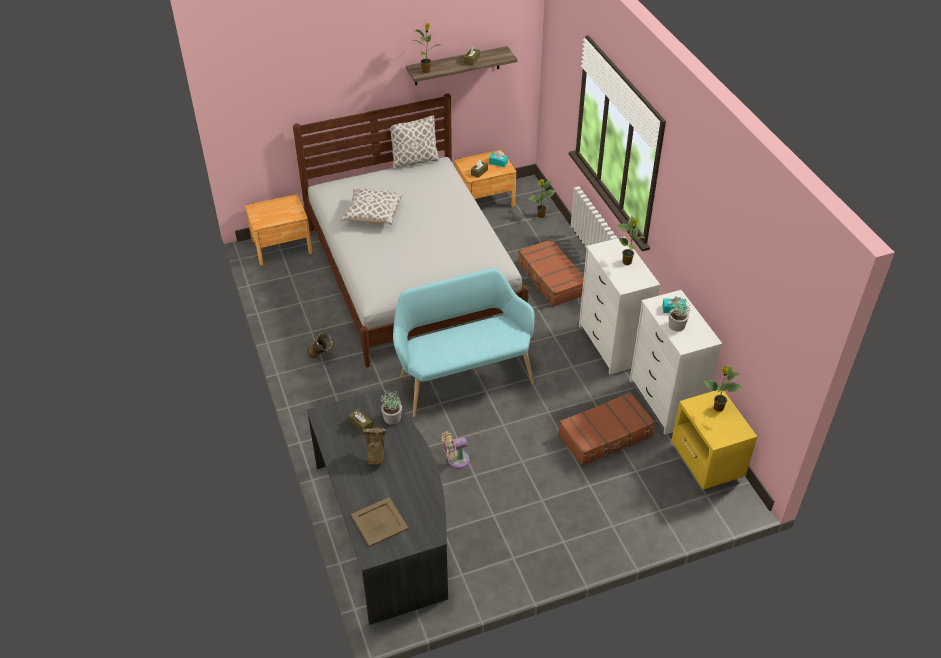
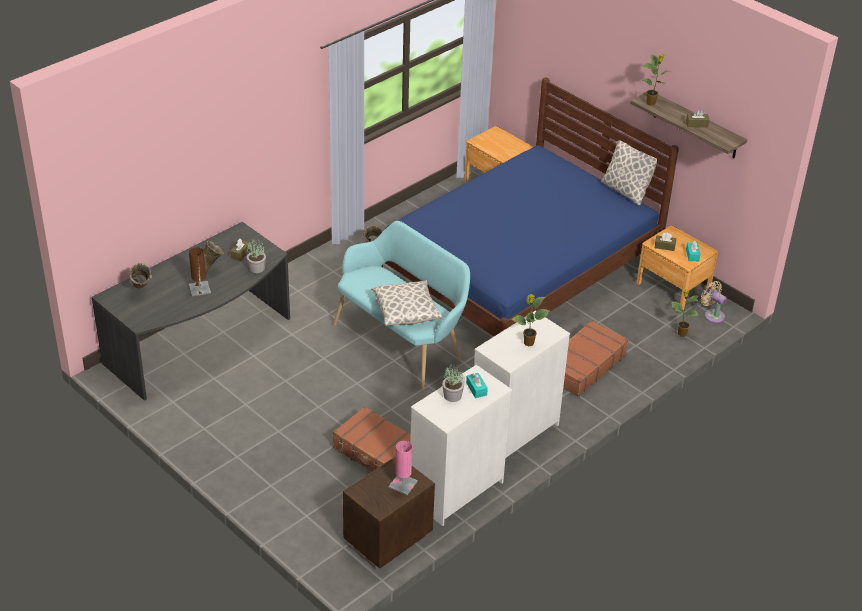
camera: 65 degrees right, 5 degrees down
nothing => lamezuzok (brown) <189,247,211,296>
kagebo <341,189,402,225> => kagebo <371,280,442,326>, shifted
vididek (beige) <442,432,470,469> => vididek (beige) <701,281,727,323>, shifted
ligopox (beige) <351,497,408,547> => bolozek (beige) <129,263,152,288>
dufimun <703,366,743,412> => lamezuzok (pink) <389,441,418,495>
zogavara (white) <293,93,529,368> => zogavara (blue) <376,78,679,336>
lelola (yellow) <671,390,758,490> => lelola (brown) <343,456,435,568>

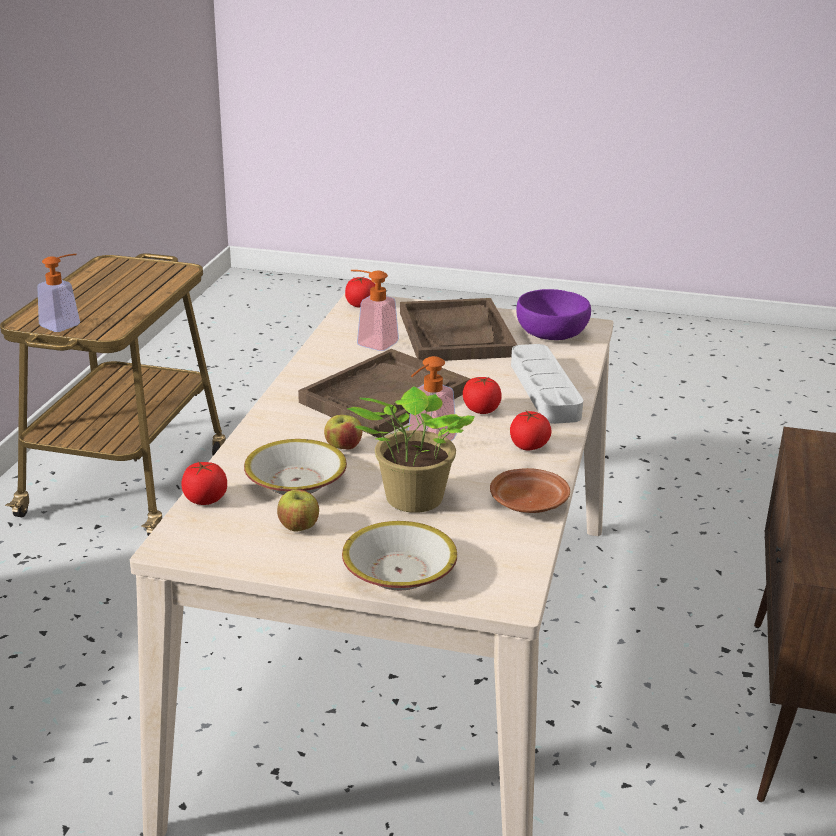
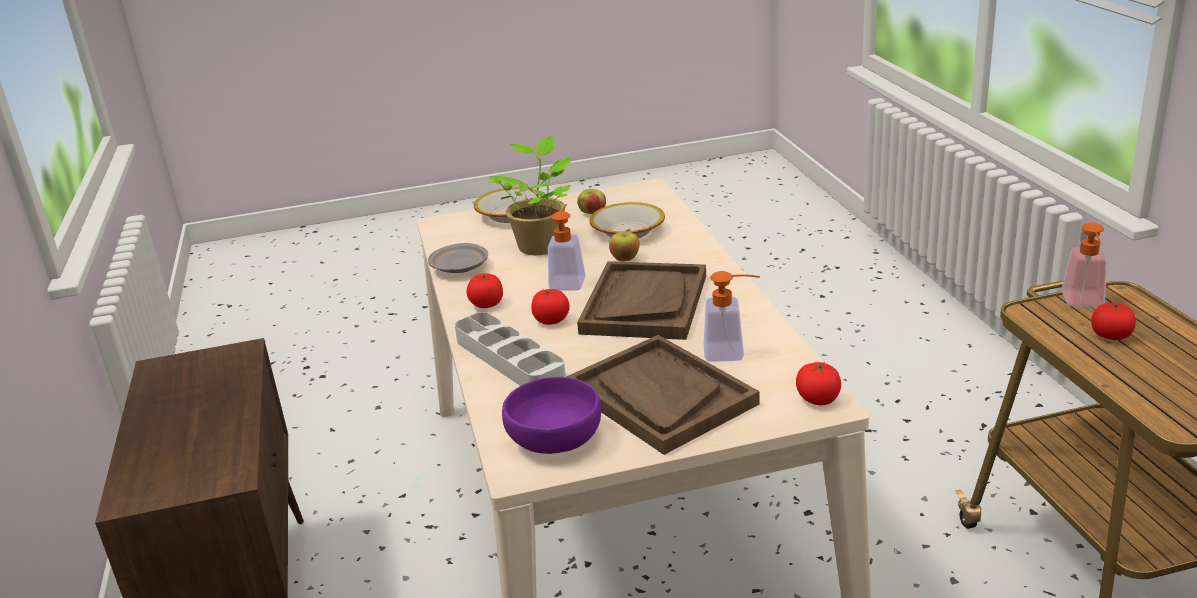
camera: 155 degrees right, 0 degrees up
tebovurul <181,462,227,505> => tebovurul <1091,302,1136,340>, shifted
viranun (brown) <490,468,570,513> => viranun (grey) <428,243,488,273>

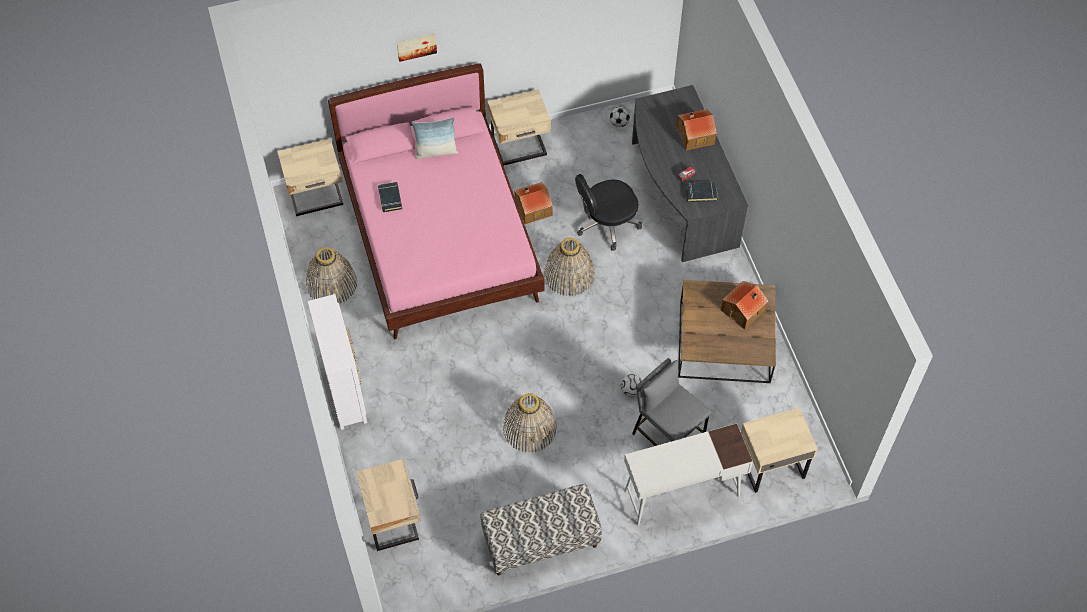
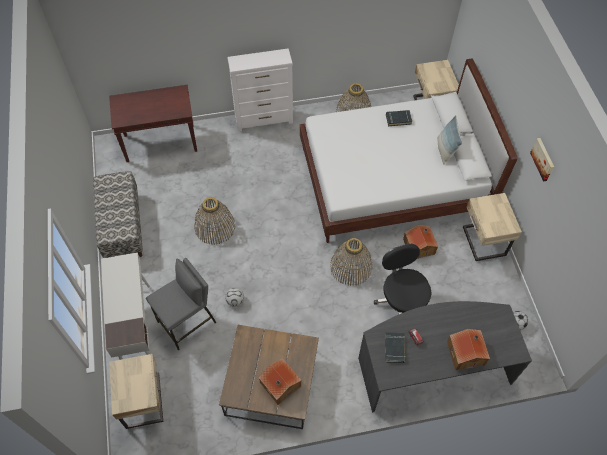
camera: 95 degrees right, 0 degrees up
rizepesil <397,33,437,62> => rizepesil <530,138,554,182>, shifted
lelola (beige) <356,459,421,551> => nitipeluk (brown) <109,85,197,162>
zogavara (pink) <328,63,544,339> => zogavara (white) <300,58,517,243>

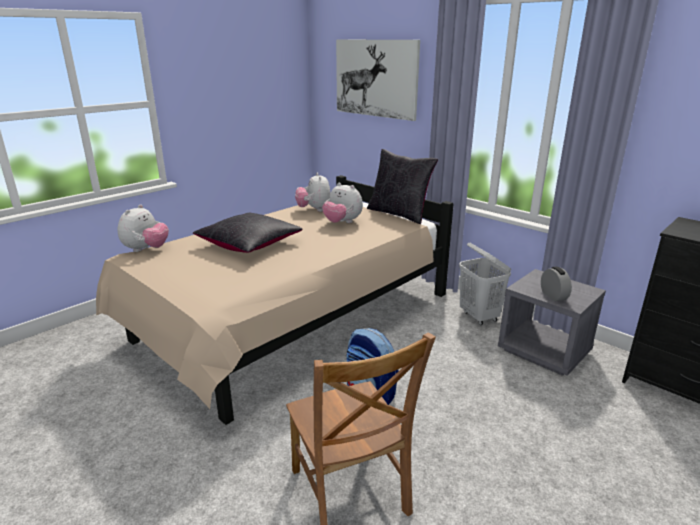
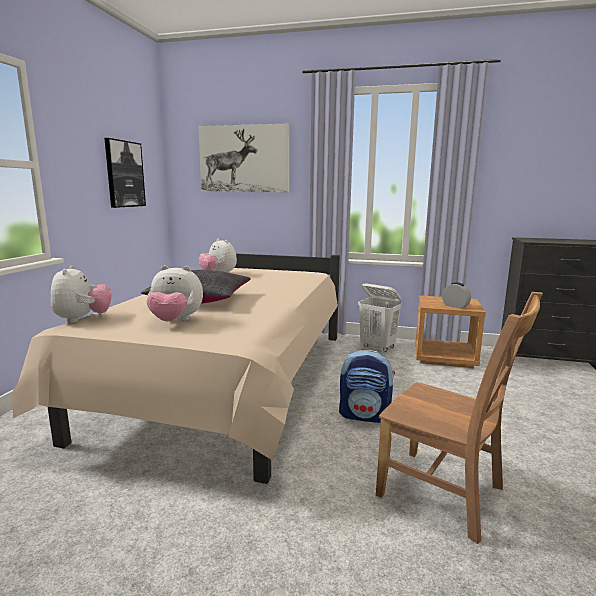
camera: 30 degrees left, 10 degrees down
kagebo (black) <367,149,438,224> => nothing
nothing => rizepesil <104,138,146,208>
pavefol <322,183,363,223> => pavefol <146,265,203,321>, shifted
lelola (grey) <498,269,606,376> => lelola (brown) <415,295,486,368>

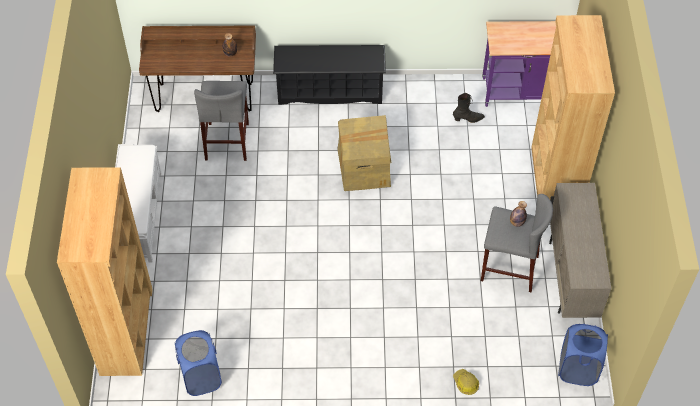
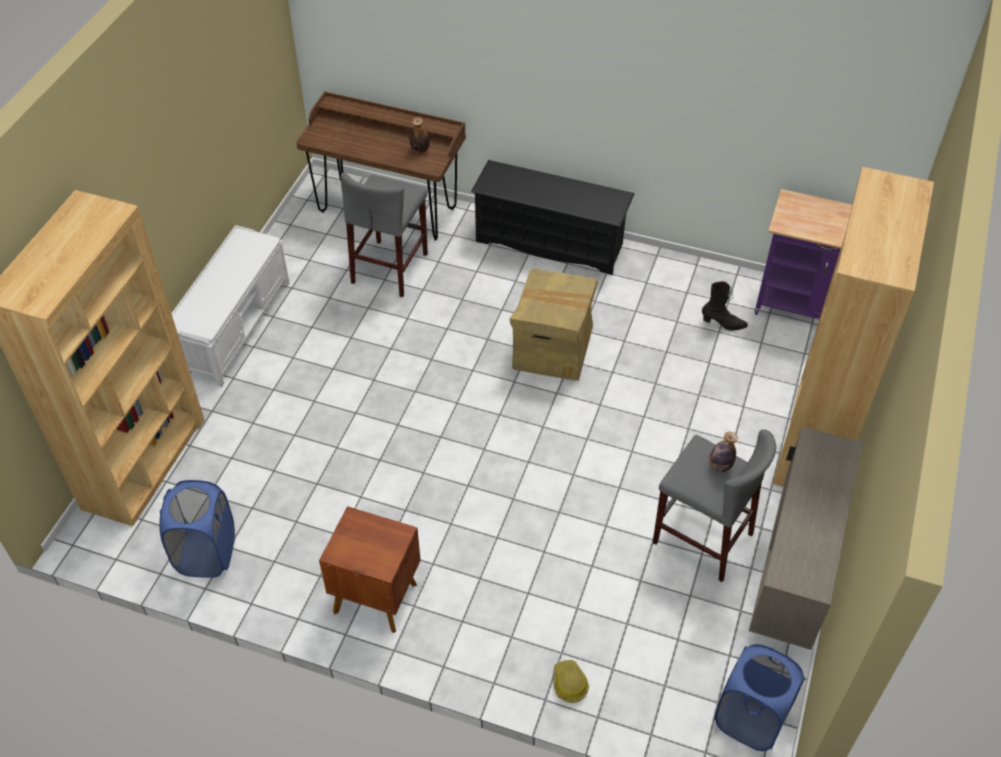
camera: 20 degrees right, 5 degrees down
nothing => lelola (brown) <319,506,421,633>

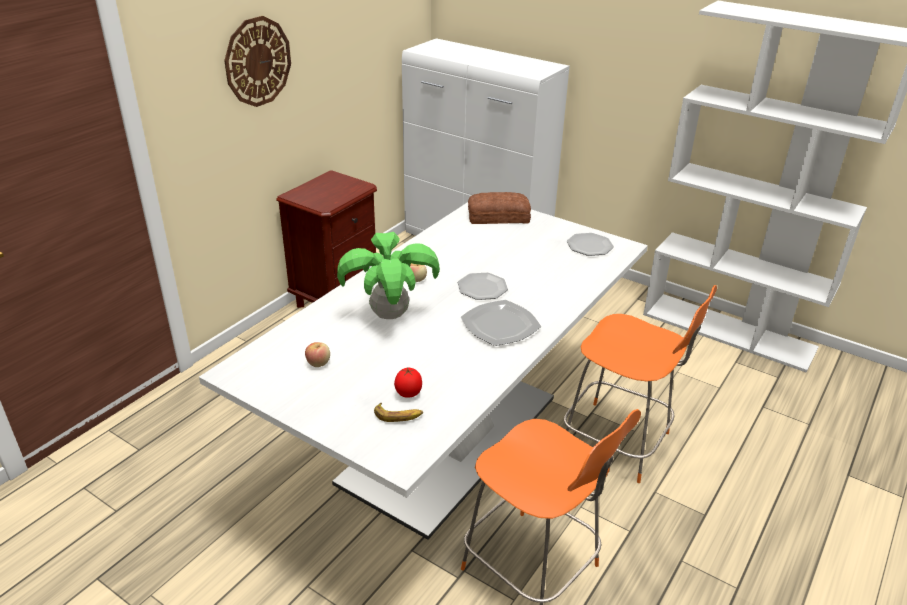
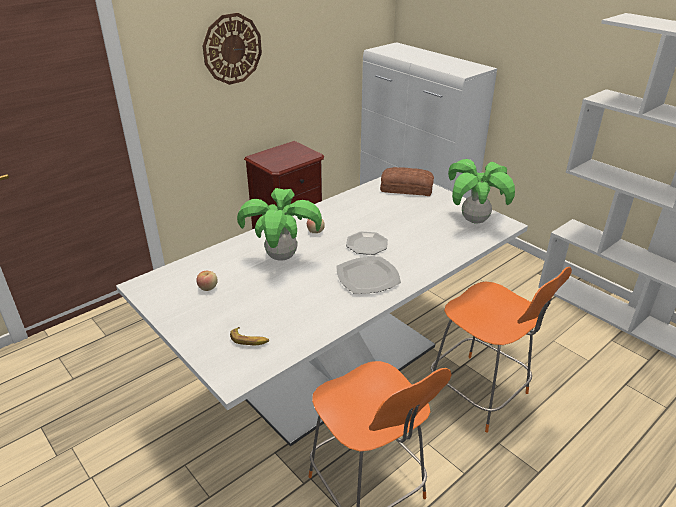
camera: 15 degrees right, 0 degrees up
tebovurul <394,367,422,398> => nothing
viranun <567,233,614,256> => dufimun <448,159,515,224>

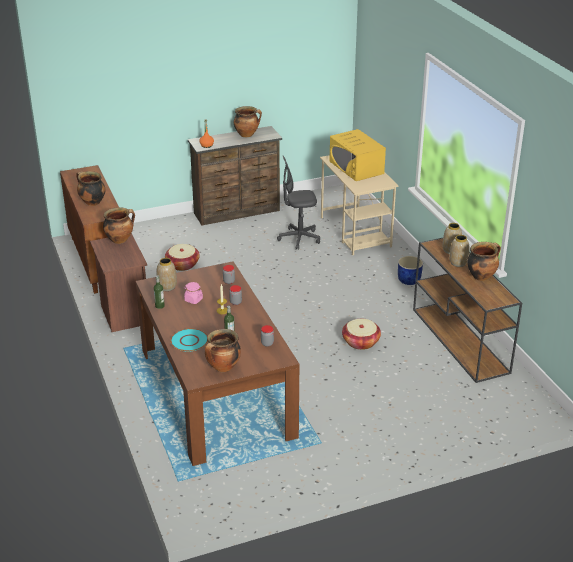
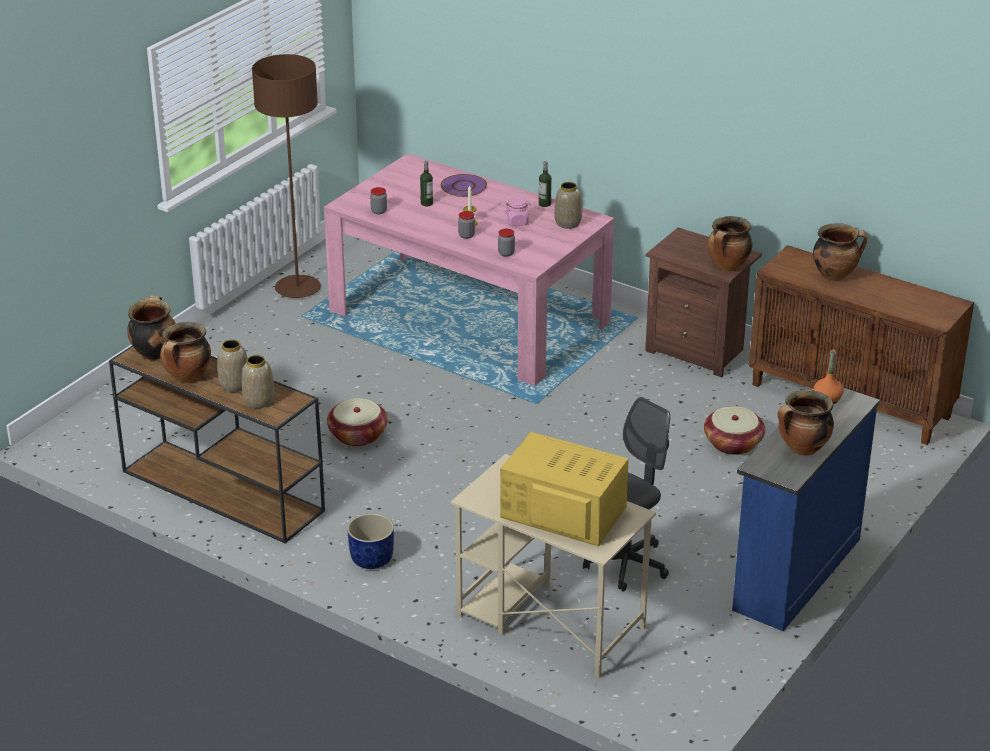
camera: 145 degrees right, 0 degrees up
nothing => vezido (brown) <252,54,321,298>
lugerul <205,329,241,372> => lugerul <127,295,176,360>, shifted
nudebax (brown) <136,261,299,466> => nudebax (pink) <324,153,614,386>
viranun (turquoise) <171,329,208,352> => viranun (purple) <440,174,487,197>
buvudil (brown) <188,126,282,226> => buvudil (blue) <732,387,880,631>

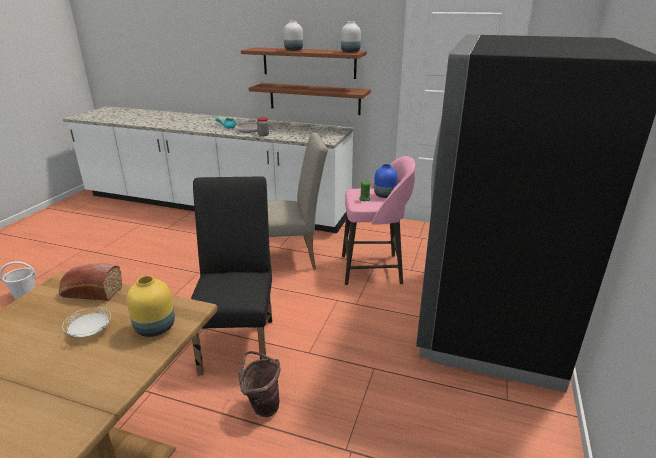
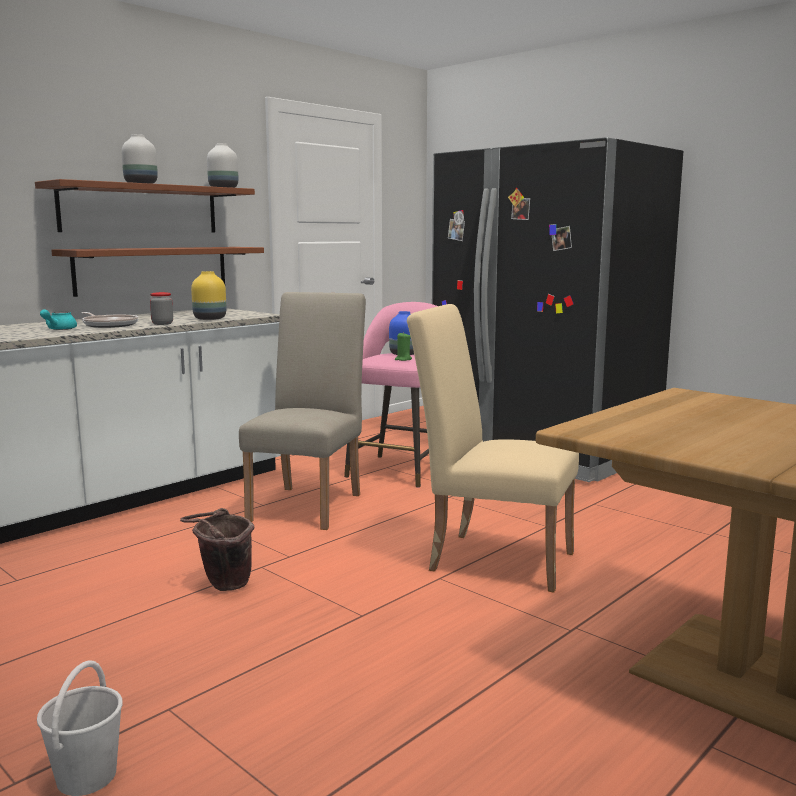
camera: 65 degrees left, 15 degrees down
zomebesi <59,263,122,301> => nothing
viranun (white) <62,307,111,337> => nothing
bolozek (yellow) <126,276,175,337> => bolozek (yellow) <191,271,226,320>, shifted
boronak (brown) <238,351,281,417> => boronak (brown) <180,508,255,591>, shifted
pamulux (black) <191,177,272,375> => pamulux (beige) <407,304,579,593>

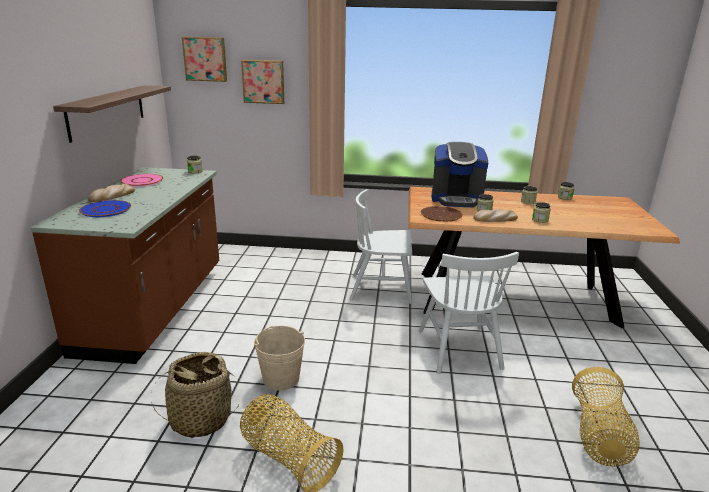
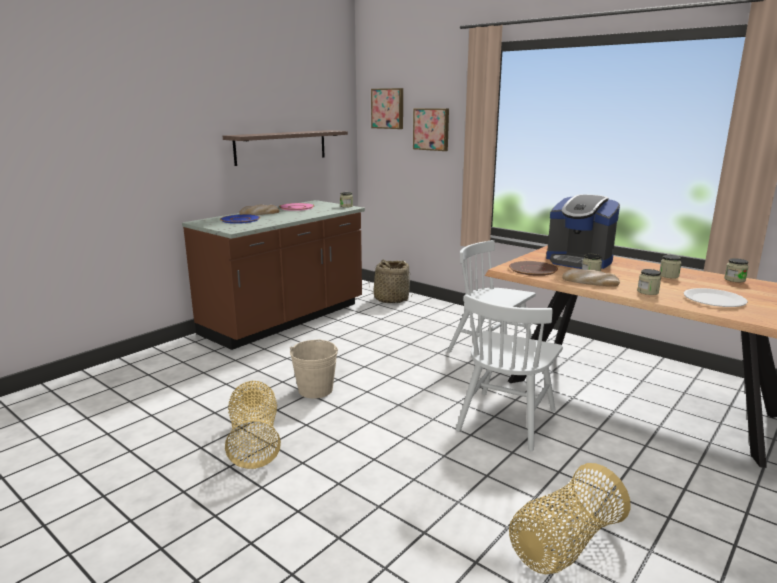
camera: 35 degrees right, 5 degrees down
nothing => viranun (white) <684,288,748,307>
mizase <151,352,239,438> => mizase <369,260,411,303>, shifted

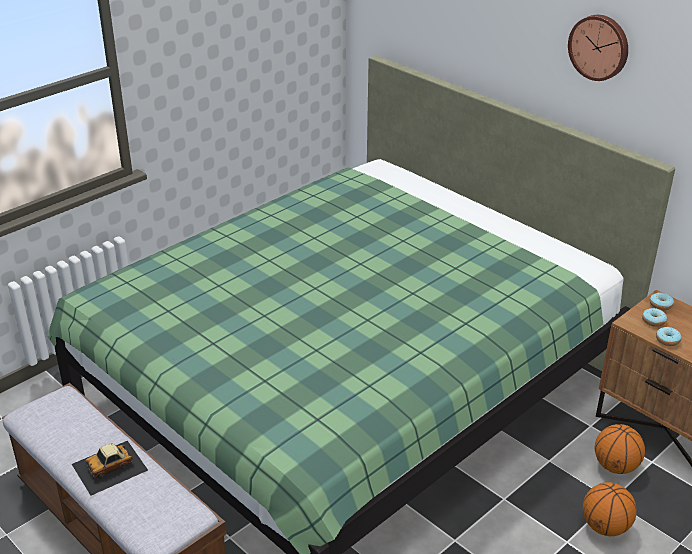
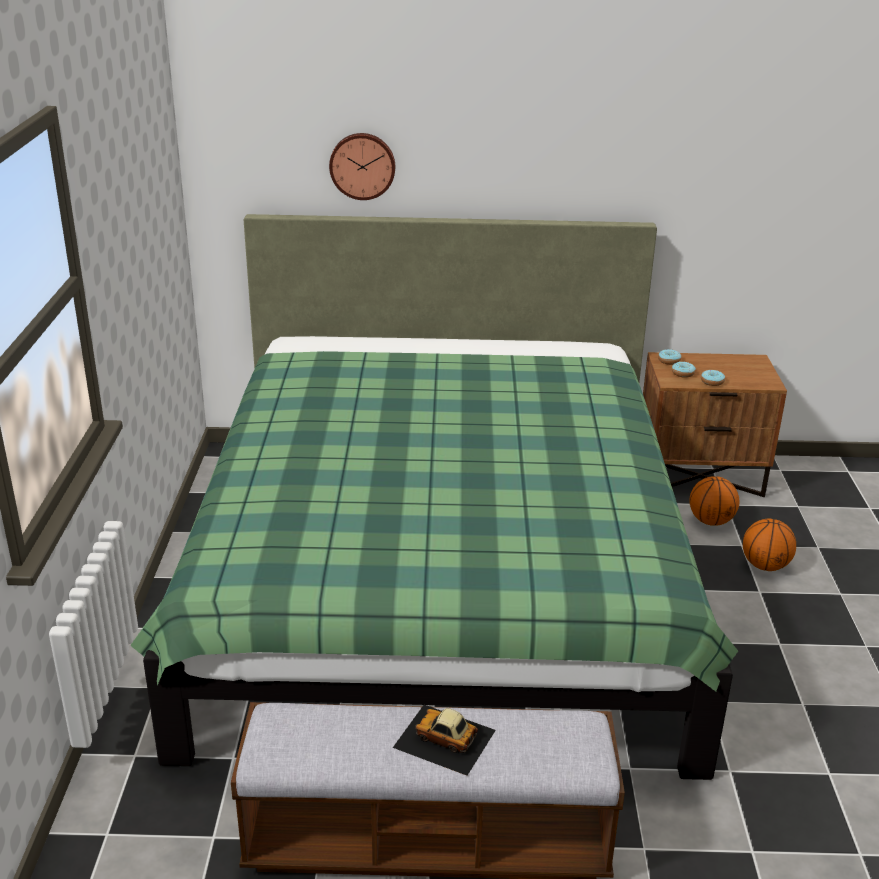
camera: 45 degrees left, 5 degrees down
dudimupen <568,15,628,81> => dudimupen <329,133,395,200>, shifted
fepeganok <72,441,148,495> => fepeganok <393,705,496,776>, 105 degrees clockwise

